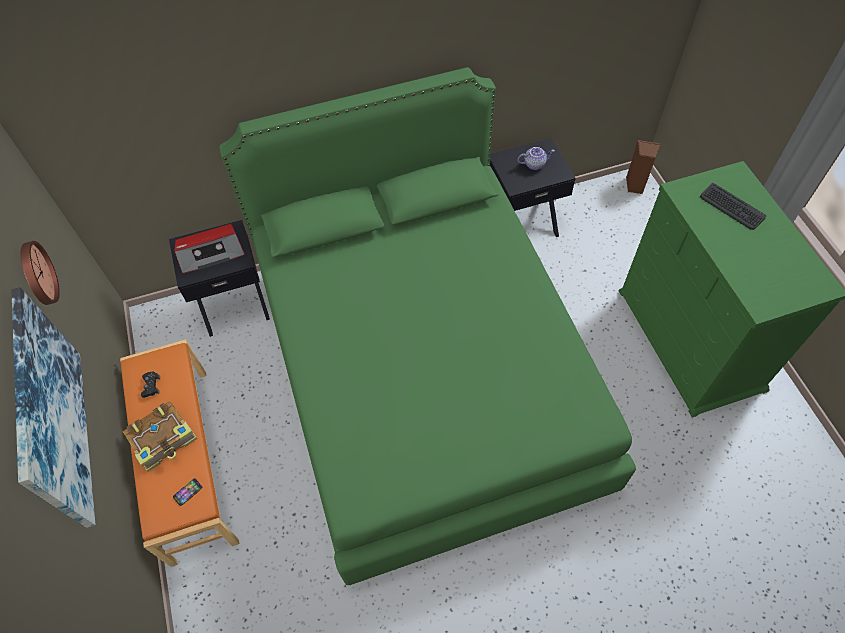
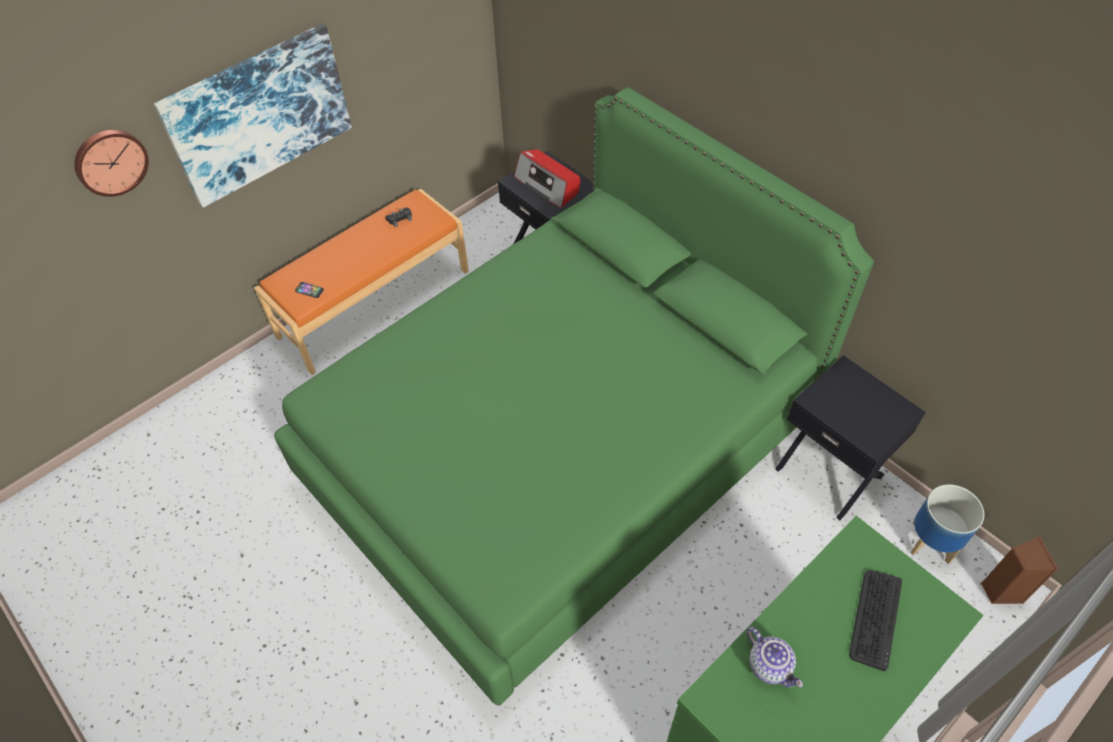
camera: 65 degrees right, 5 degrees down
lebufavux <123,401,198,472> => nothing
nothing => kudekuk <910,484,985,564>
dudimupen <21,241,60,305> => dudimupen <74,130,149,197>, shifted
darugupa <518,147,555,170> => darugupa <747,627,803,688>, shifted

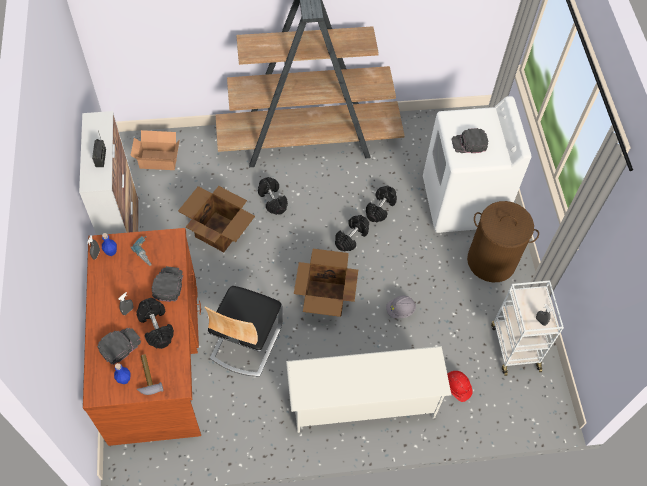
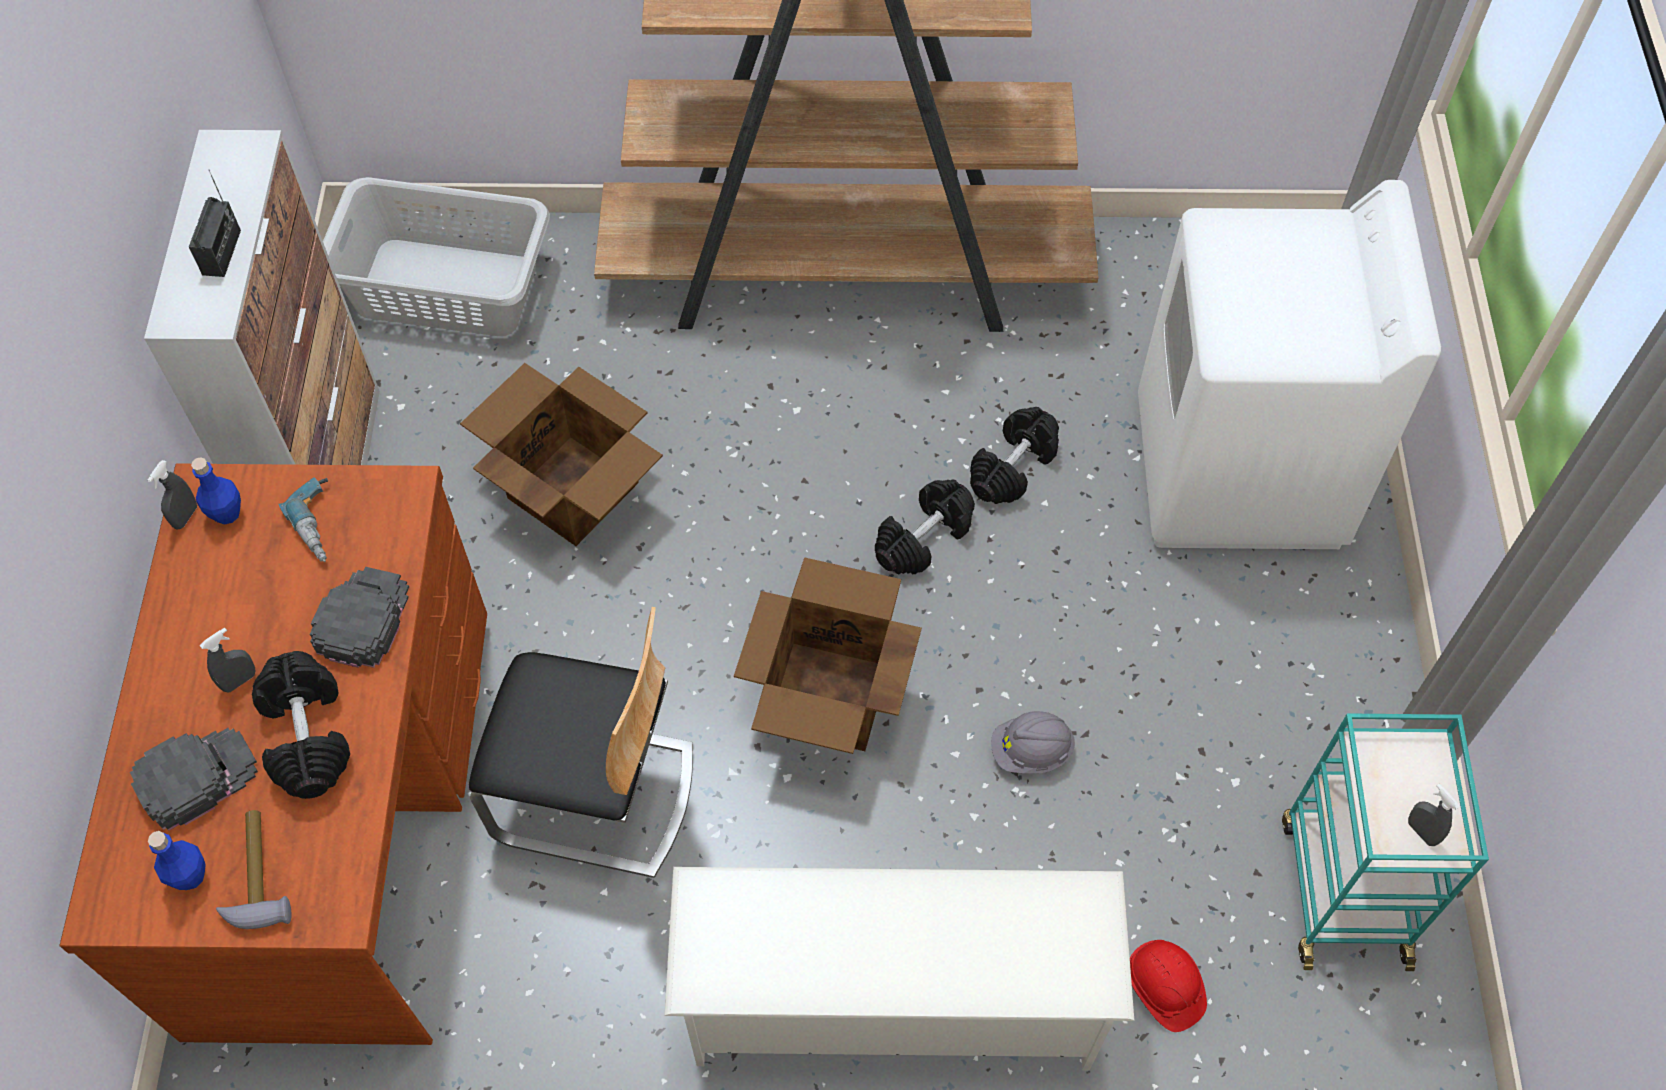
camera: 10 degrees right, 0 degrees up
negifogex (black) <258,177,288,215> => nothing
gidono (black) <451,128,488,153> => nothing
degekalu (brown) <467,201,539,282> => nothing
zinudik <130,130,180,170> => degekalu (grey) <323,177,550,336>
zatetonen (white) <491,280,564,376> => zatetonen (turquoise) <1282,713,1489,971>
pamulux <204,286,283,377> => pamulux <469,607,693,878>, 105 degrees counterclockwise

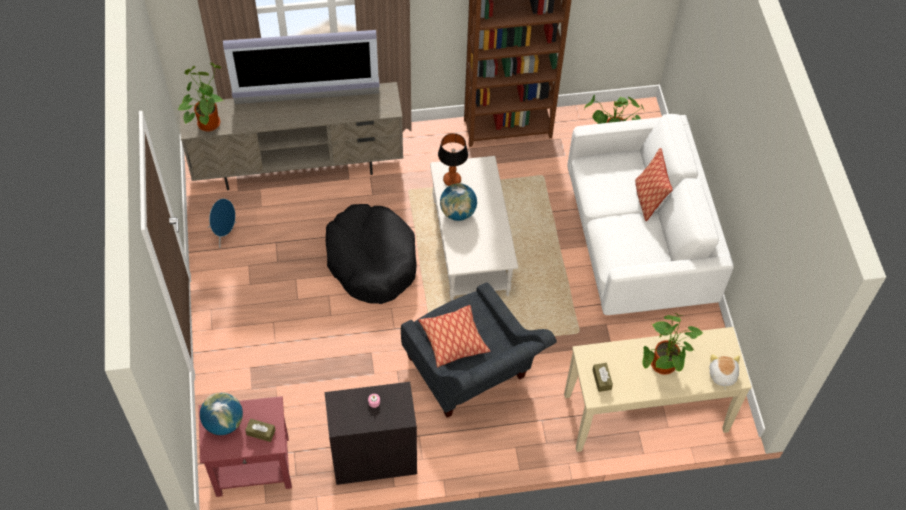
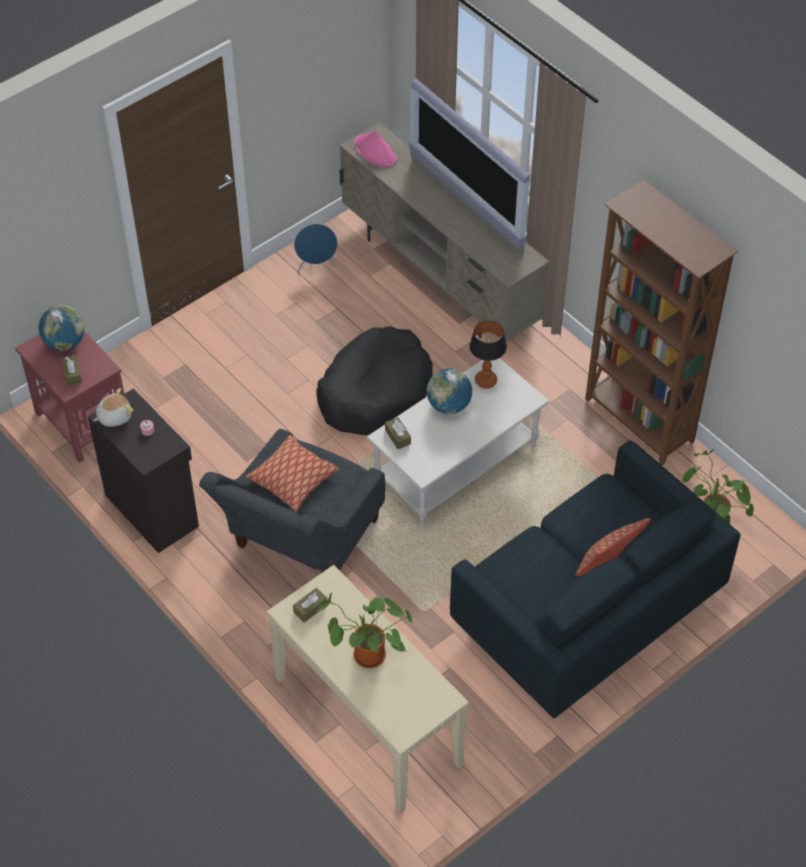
camera: 60 degrees right, 5 degrees down
nothing => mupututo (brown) <385,417,411,449>
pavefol <710,354,740,390> => pavefol <93,388,134,427>, shifted
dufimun <178,62,224,131> => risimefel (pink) <354,130,397,167>
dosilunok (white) <567,114,734,315> => dosilunok (blue) <450,441,741,718>

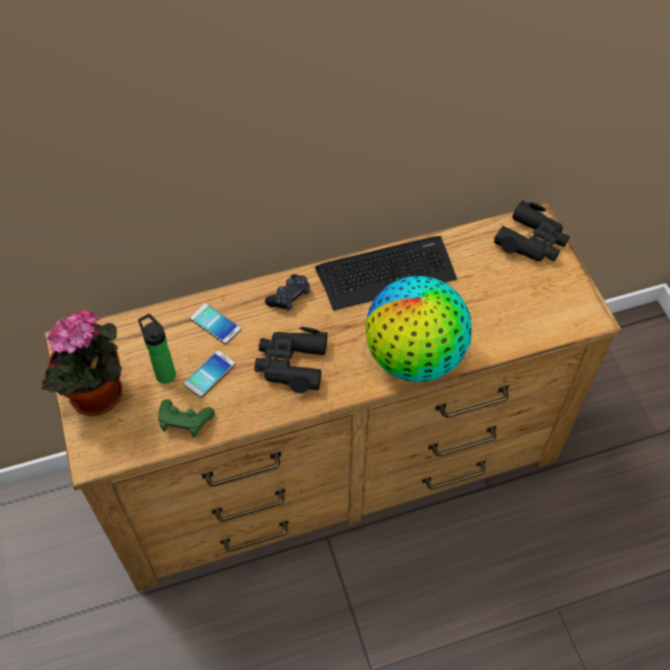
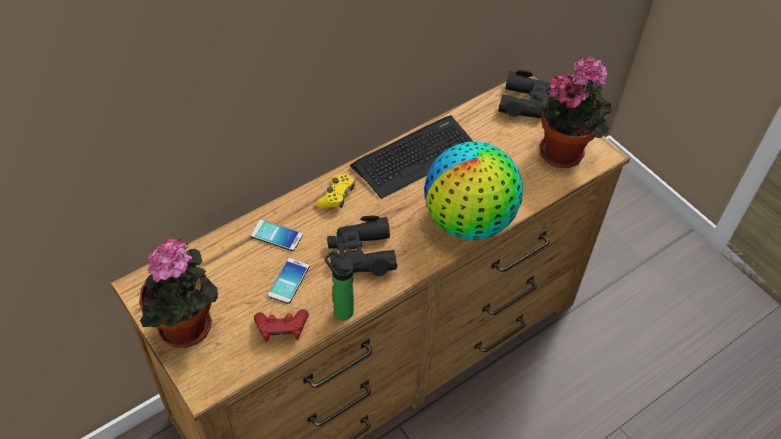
camera: 20 degrees left, 5 degrees down
nothing => dufimun <534,56,612,168>
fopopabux <138,314,176,384> => fopopabux <324,250,354,320>, shifted
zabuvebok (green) <158,399,215,437> => zabuvebok (red) <254,309,309,342>
zabuvebok (black) <265,274,310,311> => zabuvebok (yellow) <316,174,355,209>

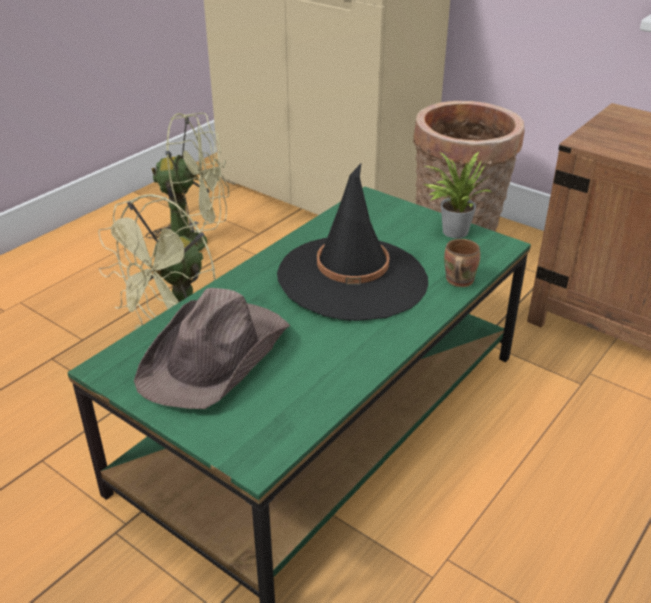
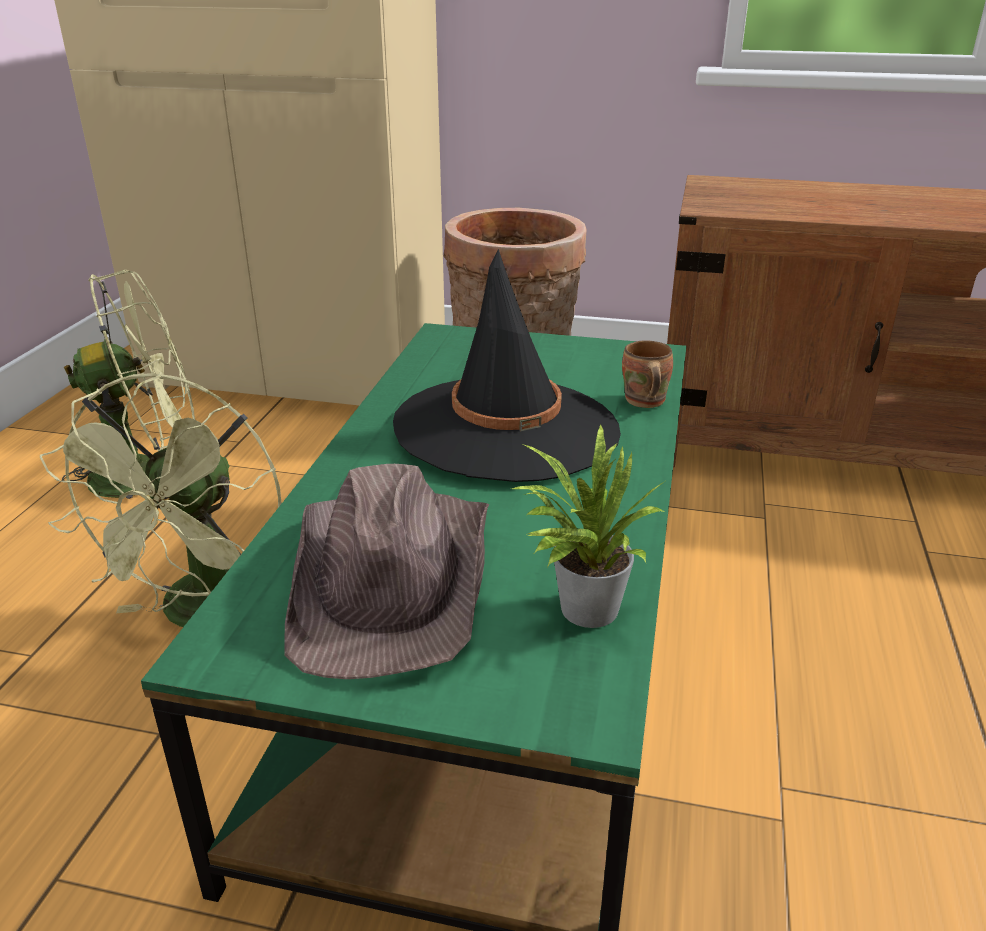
camera: 25 degrees left, 5 degrees down
dufimun <423,152,493,238> => dufimun <512,425,667,628>, shifted

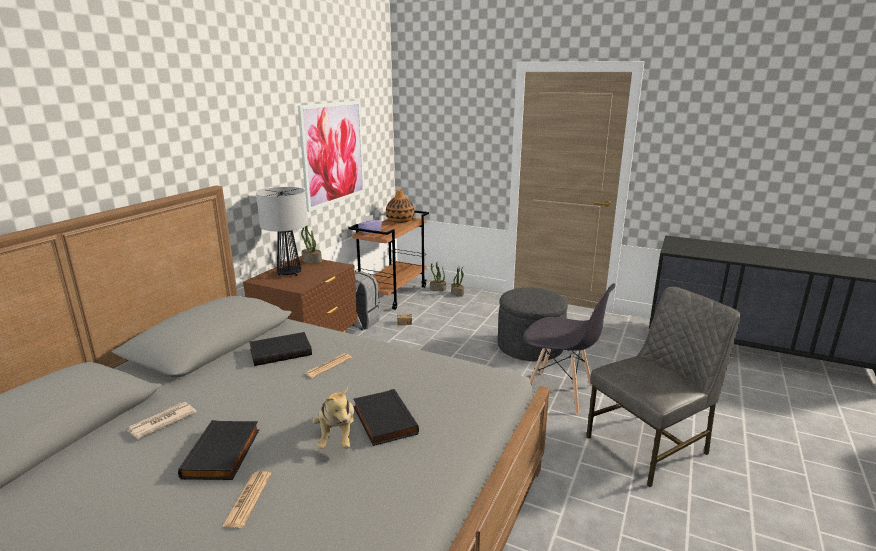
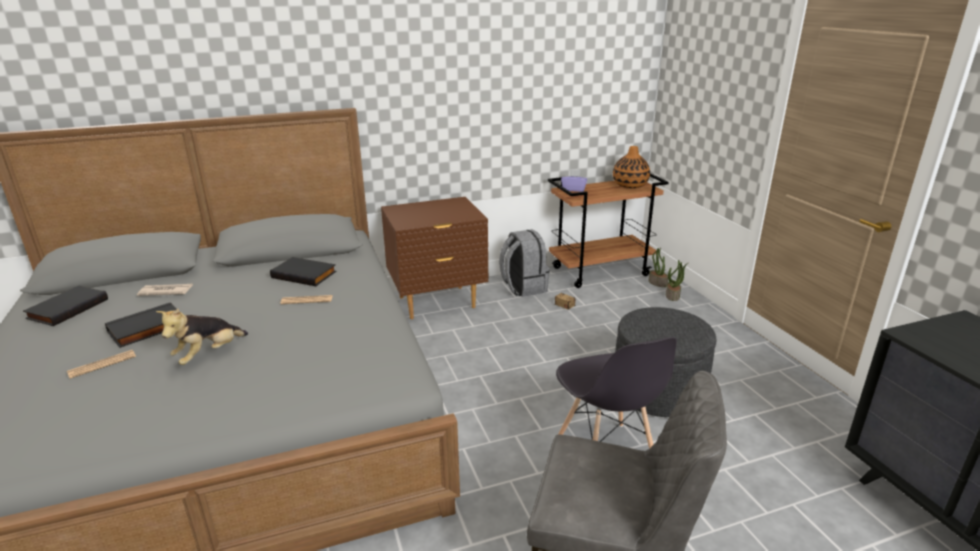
camera: 45 degrees right, 5 degrees up
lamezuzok <256,187,308,276> => nothing
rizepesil <298,101,365,212> => nothing
dufimun <301,225,322,264> => nothing
lebufavux (black) <354,389,419,446> => lebufavux (black) <23,286,108,326>, shifted

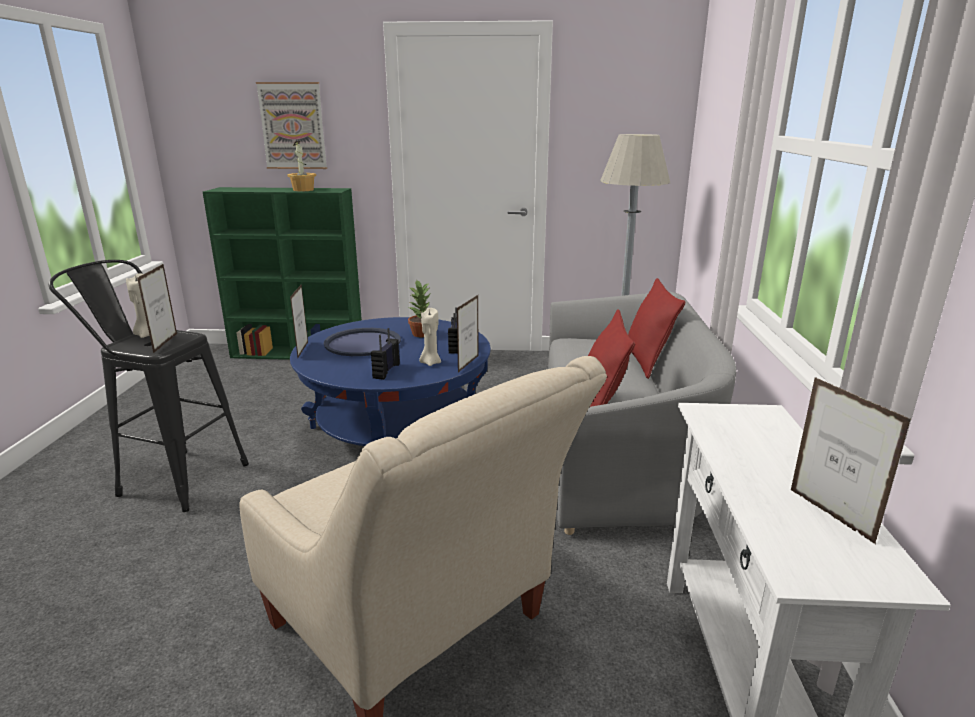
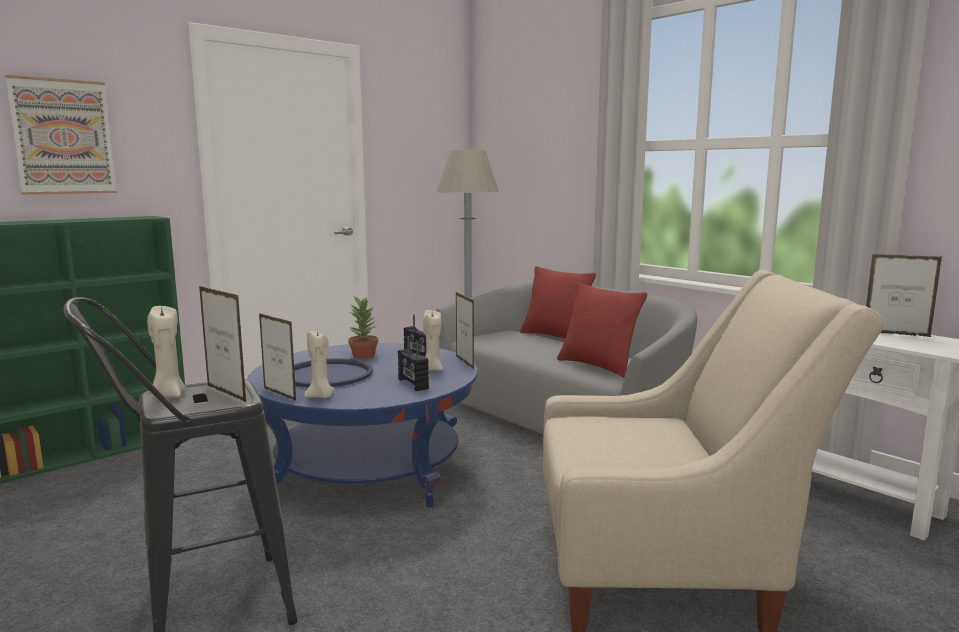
camera: 45 degrees left, 10 degrees down
dufimun <287,141,316,192> => nothing
nothing => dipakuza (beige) <304,329,335,398>

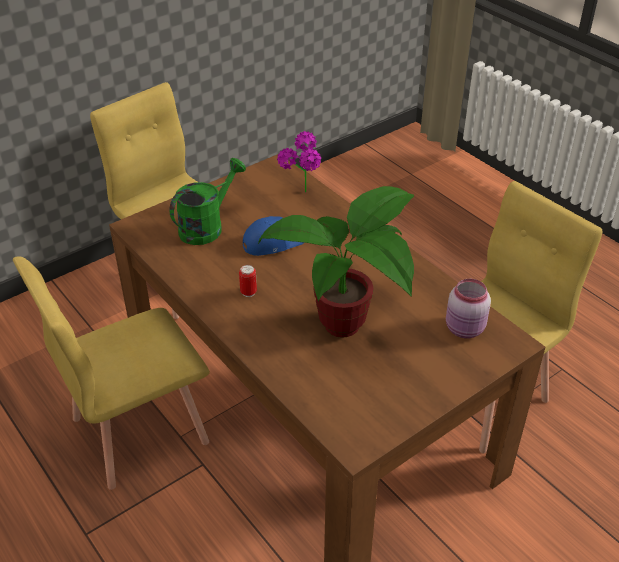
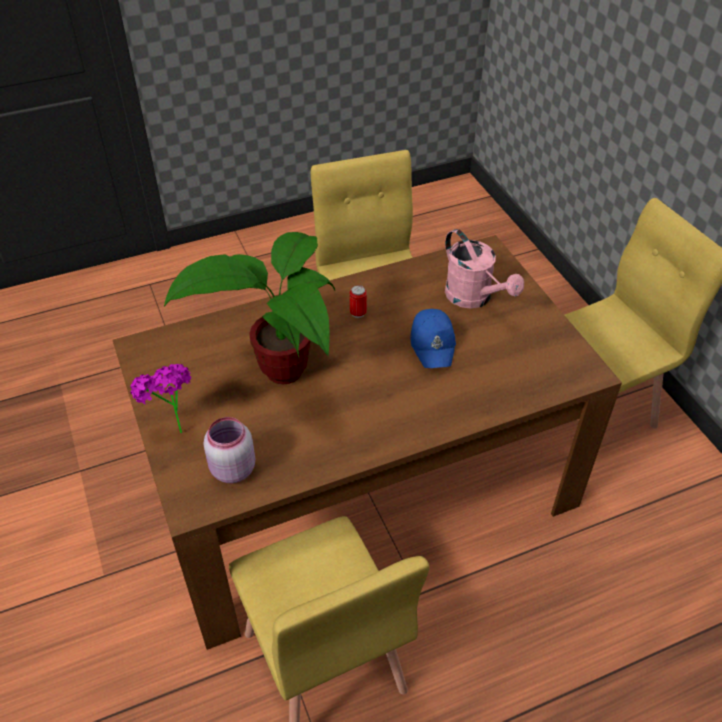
camera: 105 degrees right, 5 degrees up
dufimun <277,131,321,192> => dufimun <130,364,191,433>, shifted
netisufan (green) <169,158,246,245> => netisufan (pink) <445,229,524,309>

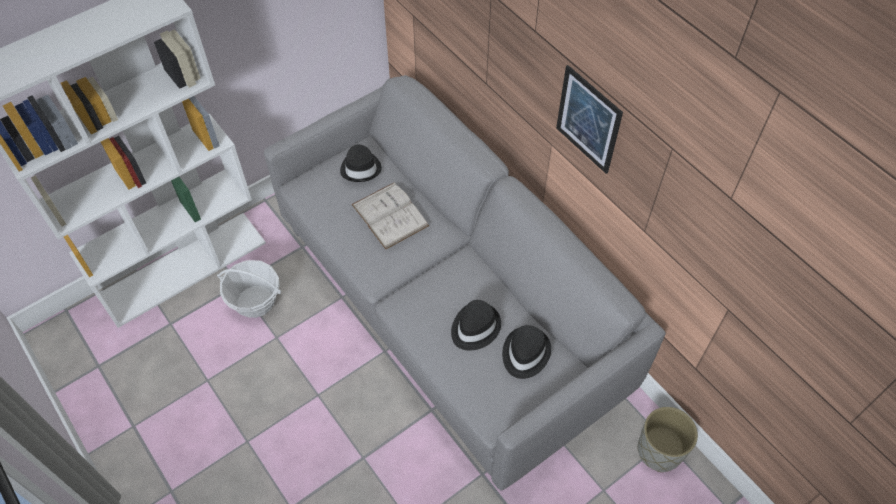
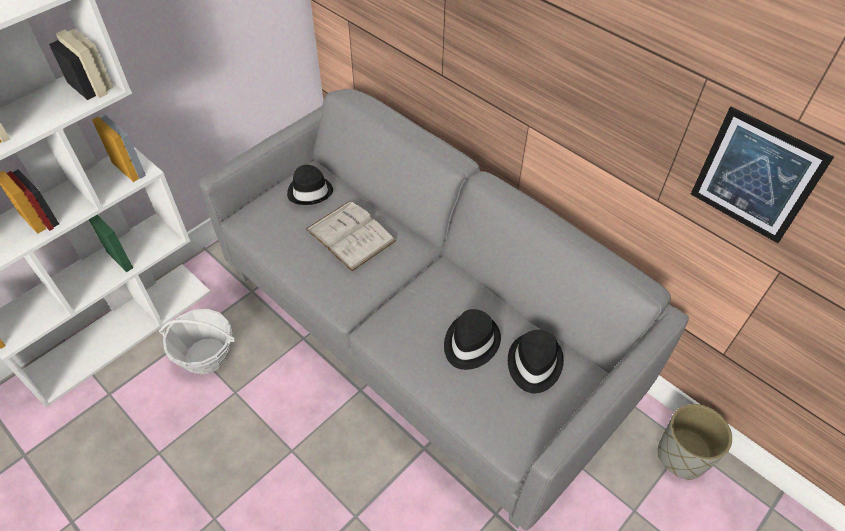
camera: 10 degrees left, 5 degrees down
rizepesil <556,65,623,174> => rizepesil <691,106,834,243>, shifted

